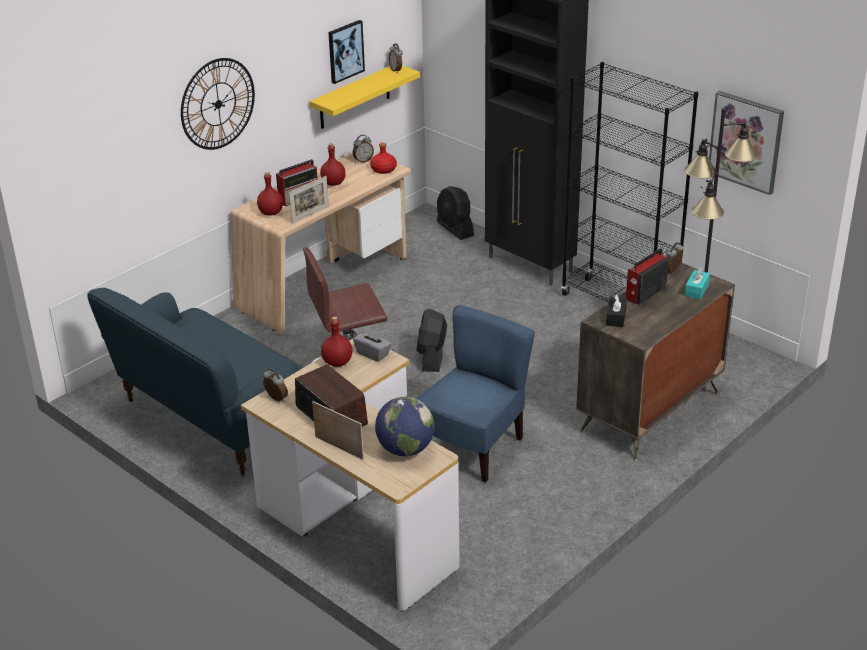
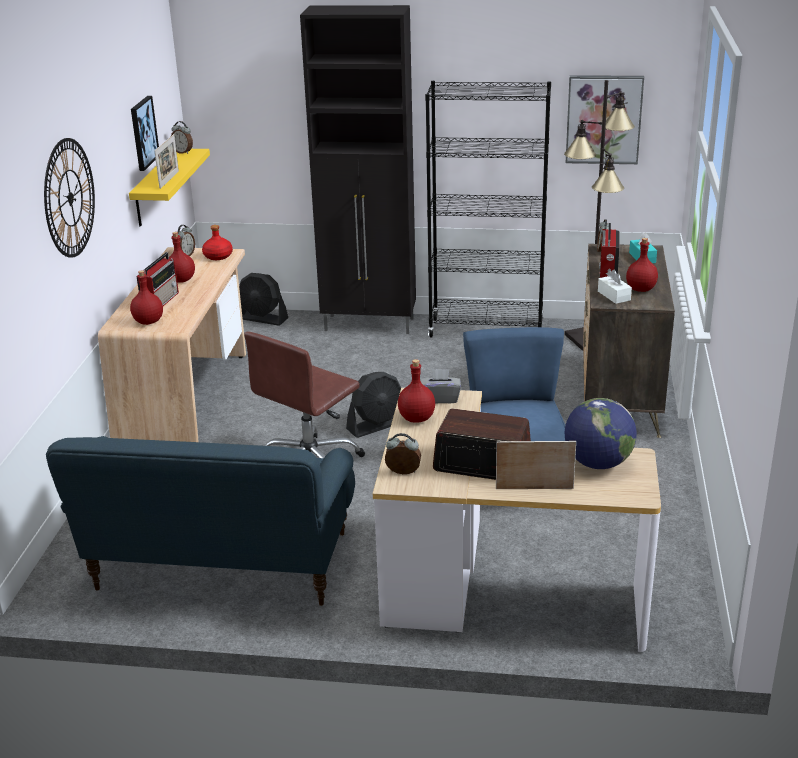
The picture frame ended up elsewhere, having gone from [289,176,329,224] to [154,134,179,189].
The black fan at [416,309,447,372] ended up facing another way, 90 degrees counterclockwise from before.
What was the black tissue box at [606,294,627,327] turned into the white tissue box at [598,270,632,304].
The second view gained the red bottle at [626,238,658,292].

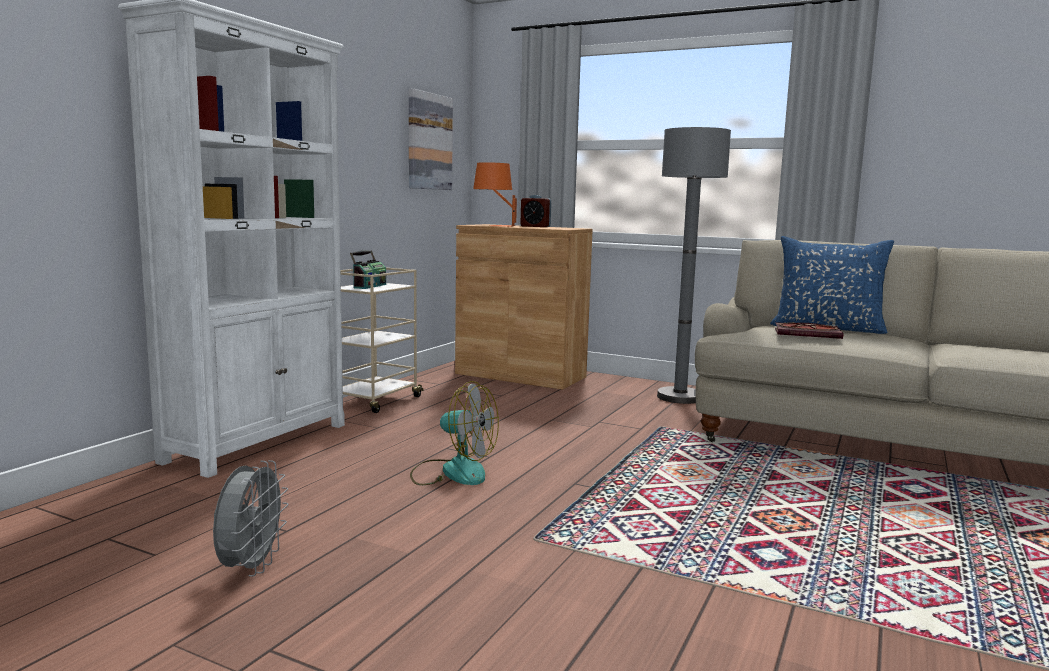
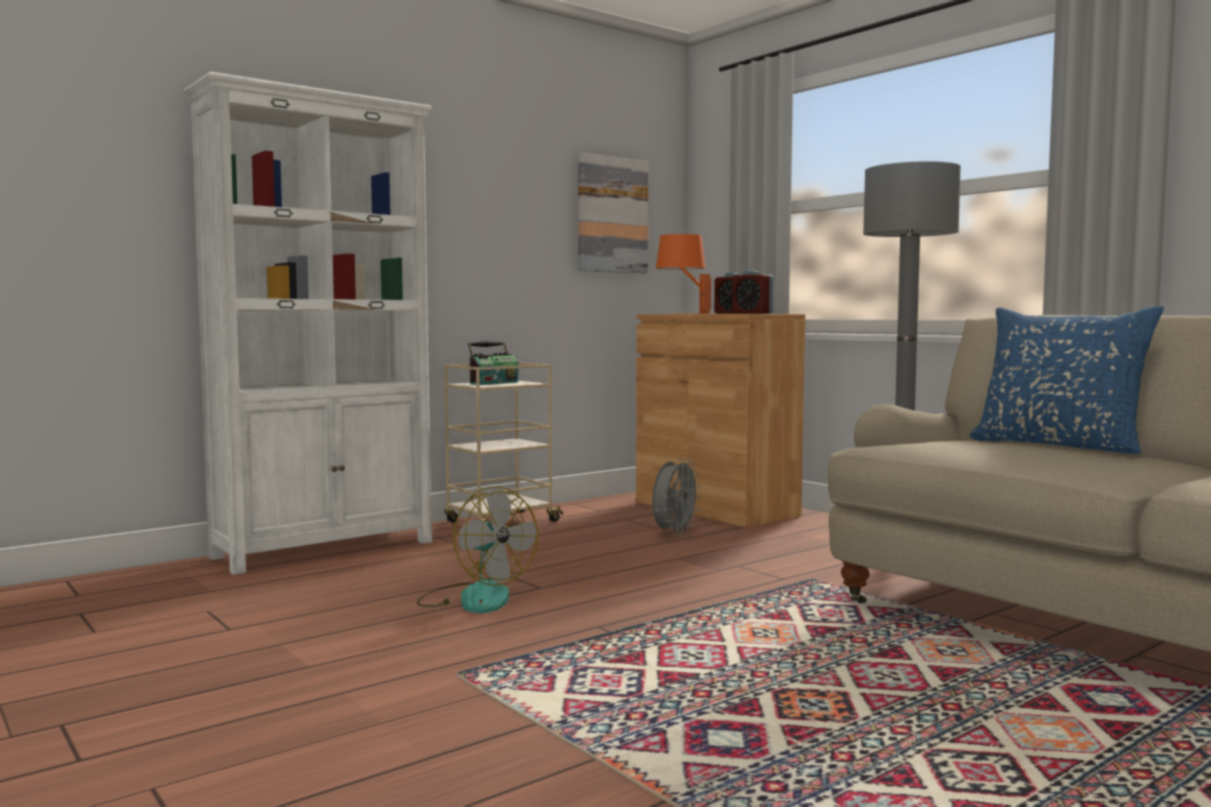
The grey fan ended up elsewhere, having gone from [213,460,289,577] to [652,458,701,536].
The second view gained the alarm clock at [732,270,773,314].
The second view lost the book at [775,322,843,339].

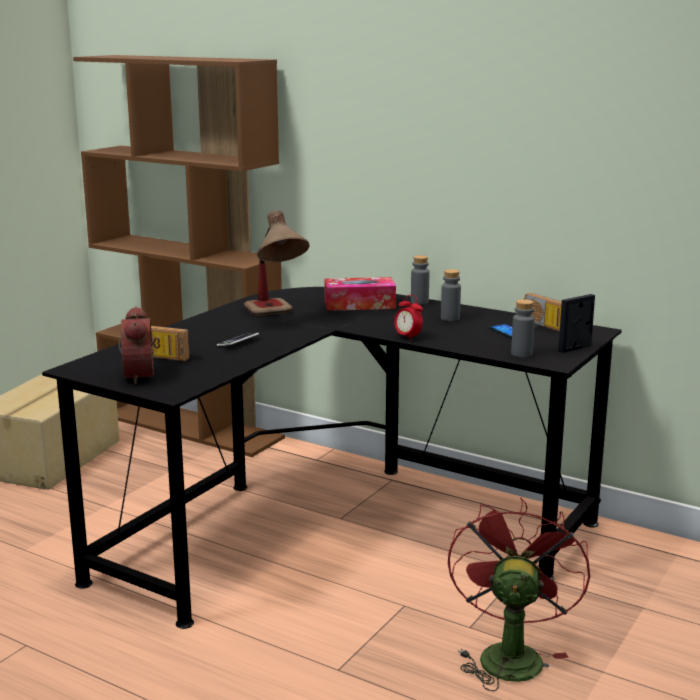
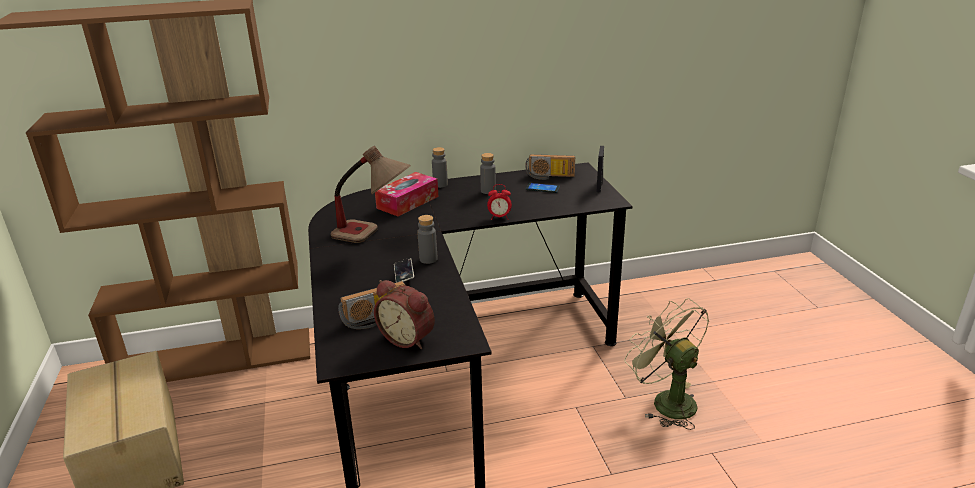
The grey bottle ended up elsewhere, having gone from [511,299,535,357] to [417,215,437,264].
What was the red fan at [448,498,590,691] turned into the green fan at [624,298,709,430].

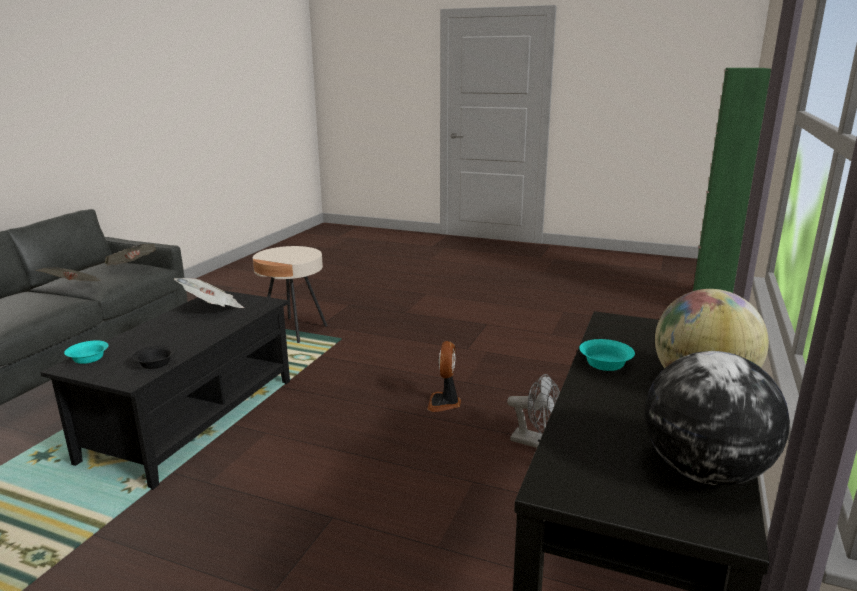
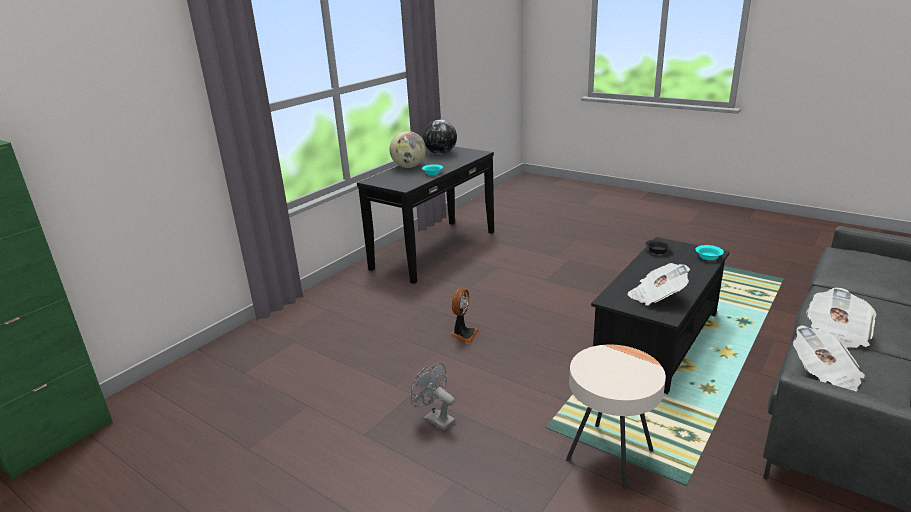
The grey fan ended up elsewhere, having gone from [507,374,560,448] to [411,363,455,431].

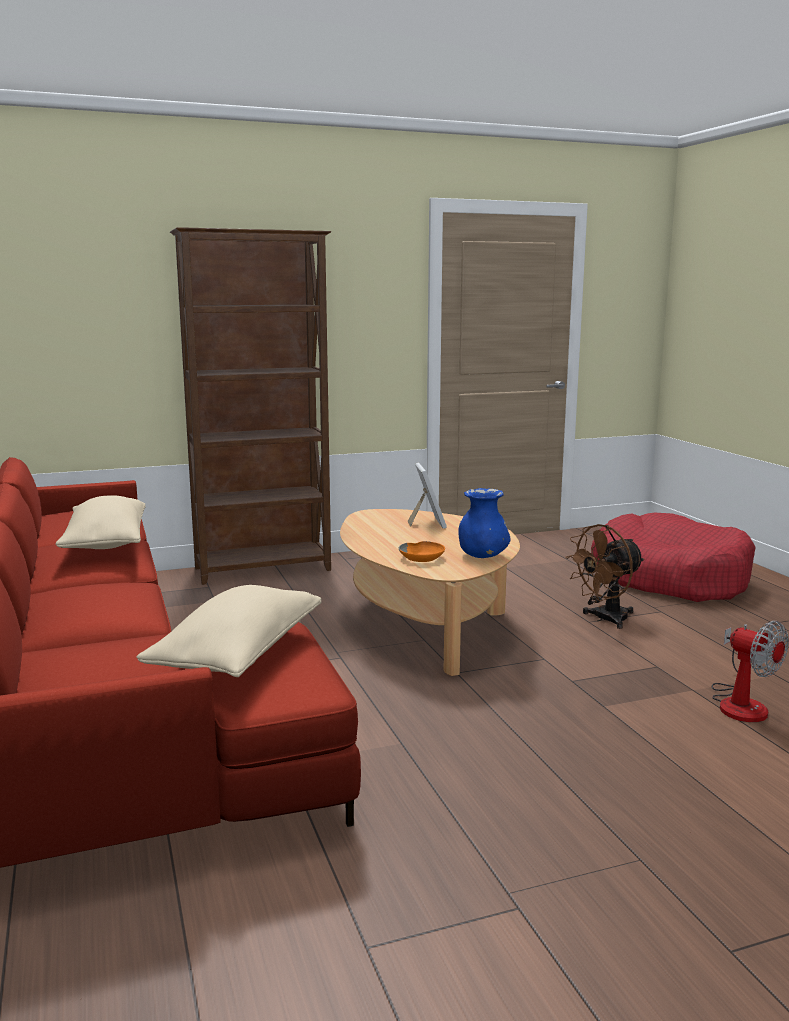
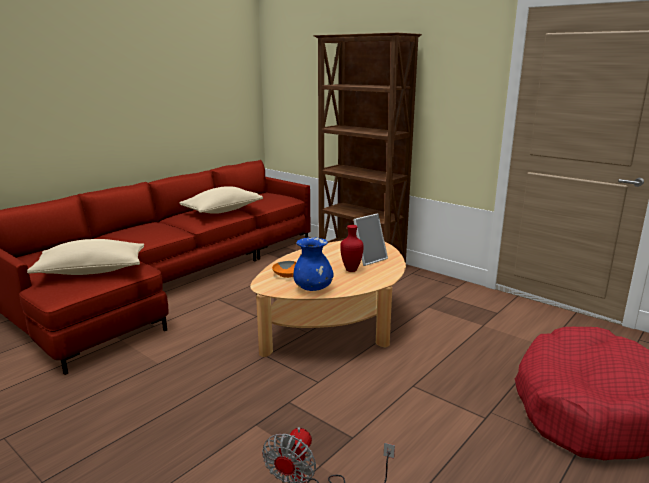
The second view gained the red vase at [340,225,364,272].
The second view lost the brown fan at [565,524,644,629].

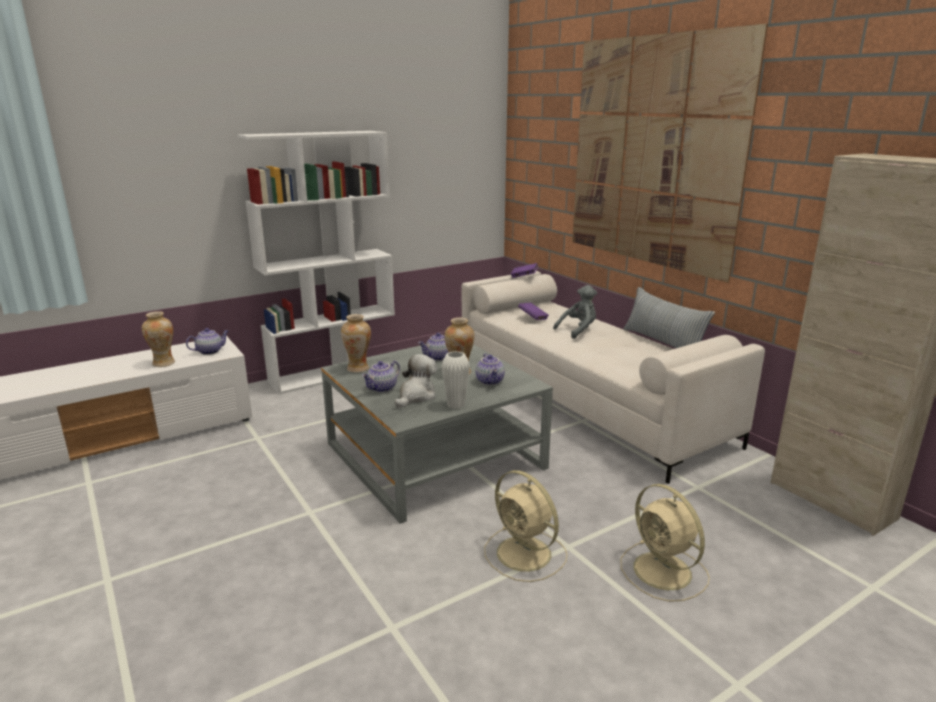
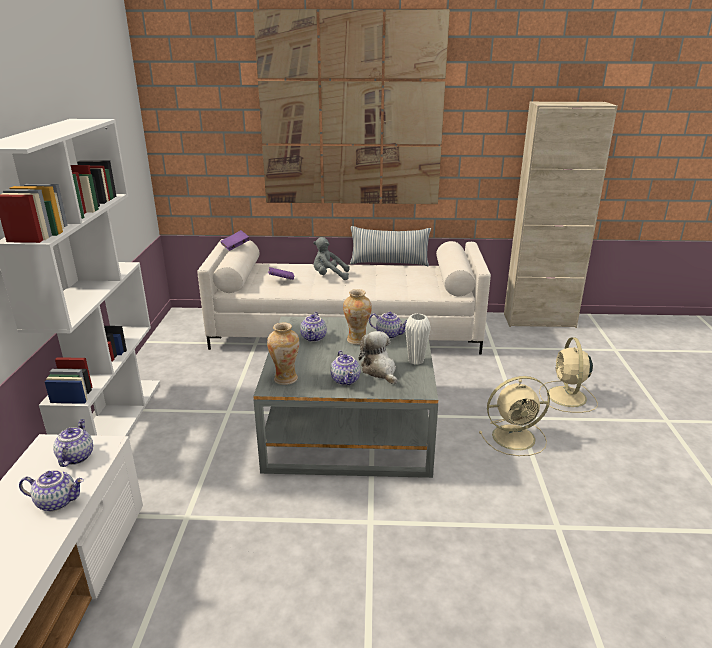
Where the vase stood at [142,311,175,367], the teapot came to stand at [19,470,84,511].
The grey plush toy at [553,285,597,339] ended up facing another way, 90 degrees counterclockwise from before.
The beige fan at [620,484,710,602] ended up facing another way, 90 degrees clockwise from before.

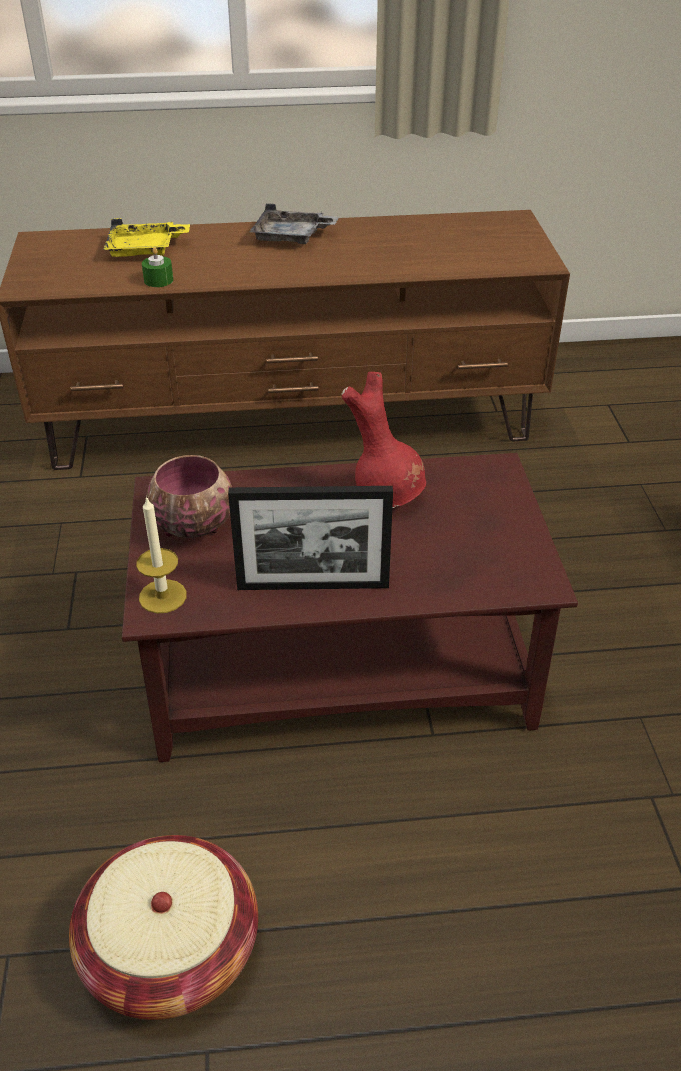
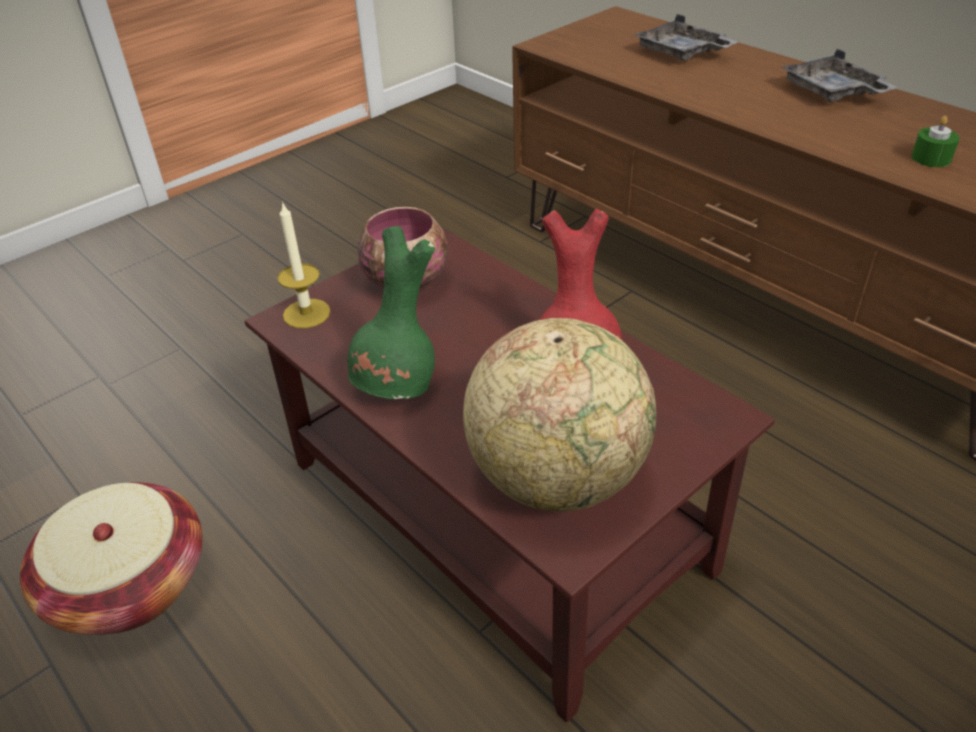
Where the picture frame stood at [228,486,393,590], the green vase came to stand at [347,226,435,399].
The second view gained the globe at [463,318,656,512].
What was the yellow tray at [103,218,190,257] turned into the grey tray at [634,14,738,61].
The green candle ended up elsewhere, having gone from [142,247,173,287] to [911,116,960,167].

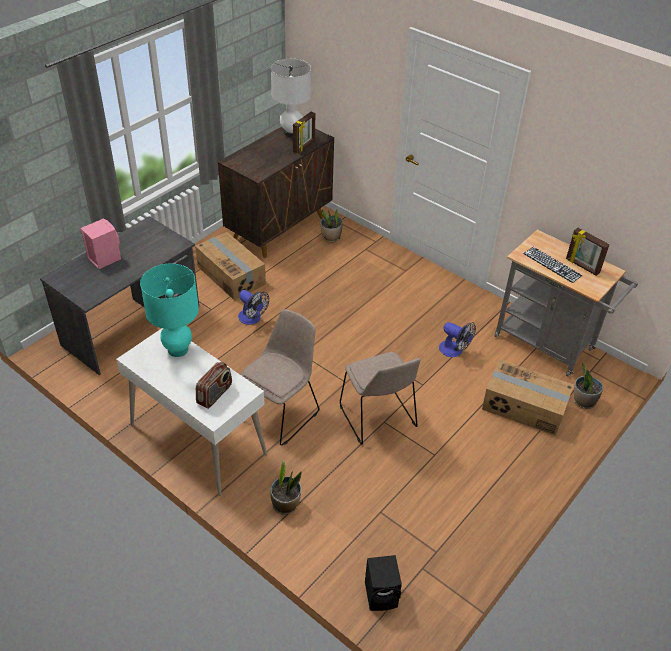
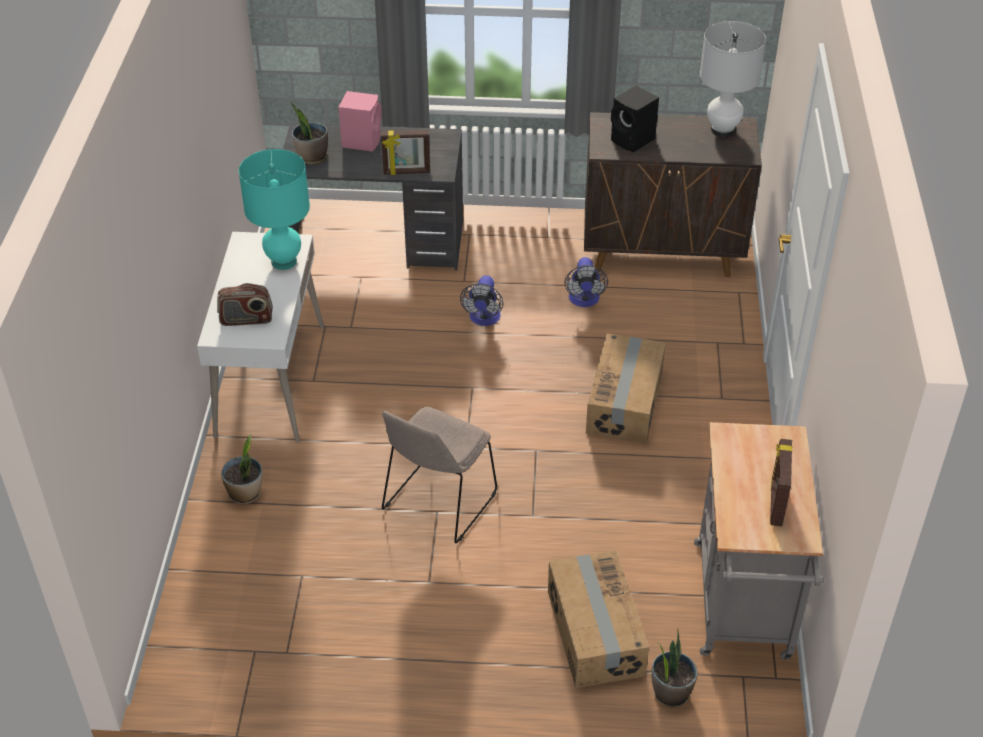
The potted plant ended up elsewhere, having gone from [321,209,343,242] to [291,102,328,165].
The picture frame ended up elsewhere, having gone from [293,112,315,154] to [381,129,430,175].
The fan ended up elsewhere, having gone from [439,322,476,357] to [564,257,608,307].
The cardboard box ended up elsewhere, having gone from [195,232,266,300] to [586,333,666,444].
The black speaker ended up elsewhere, having gone from [365,555,402,611] to [611,86,659,153].
The second view lost the beige chair at [240,309,320,445].
The second view lost the keyboard at [523,247,582,283].

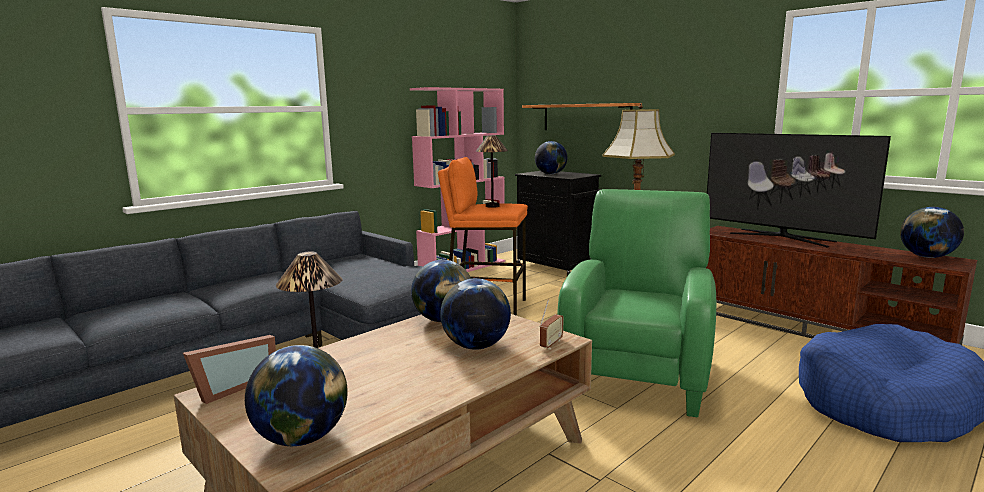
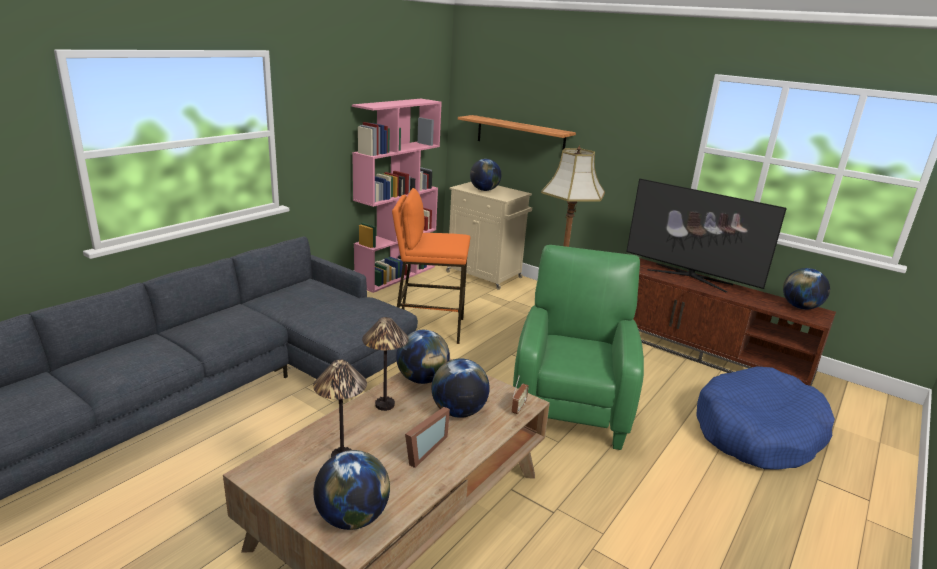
The table lamp ended up elsewhere, having gone from [476,136,508,208] to [362,317,409,411].
The picture frame ended up elsewhere, having gone from [183,335,276,404] to [405,407,450,468].
What was the black cabinet at [515,171,602,276] turned into the beige cabinet at [446,182,532,290].

